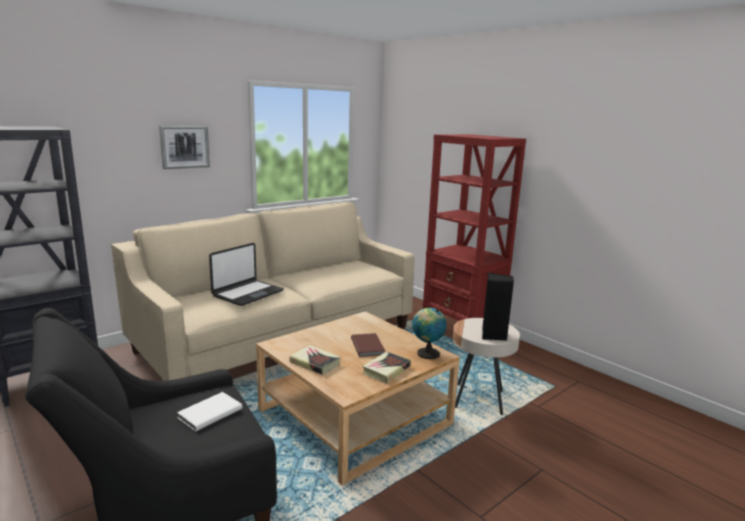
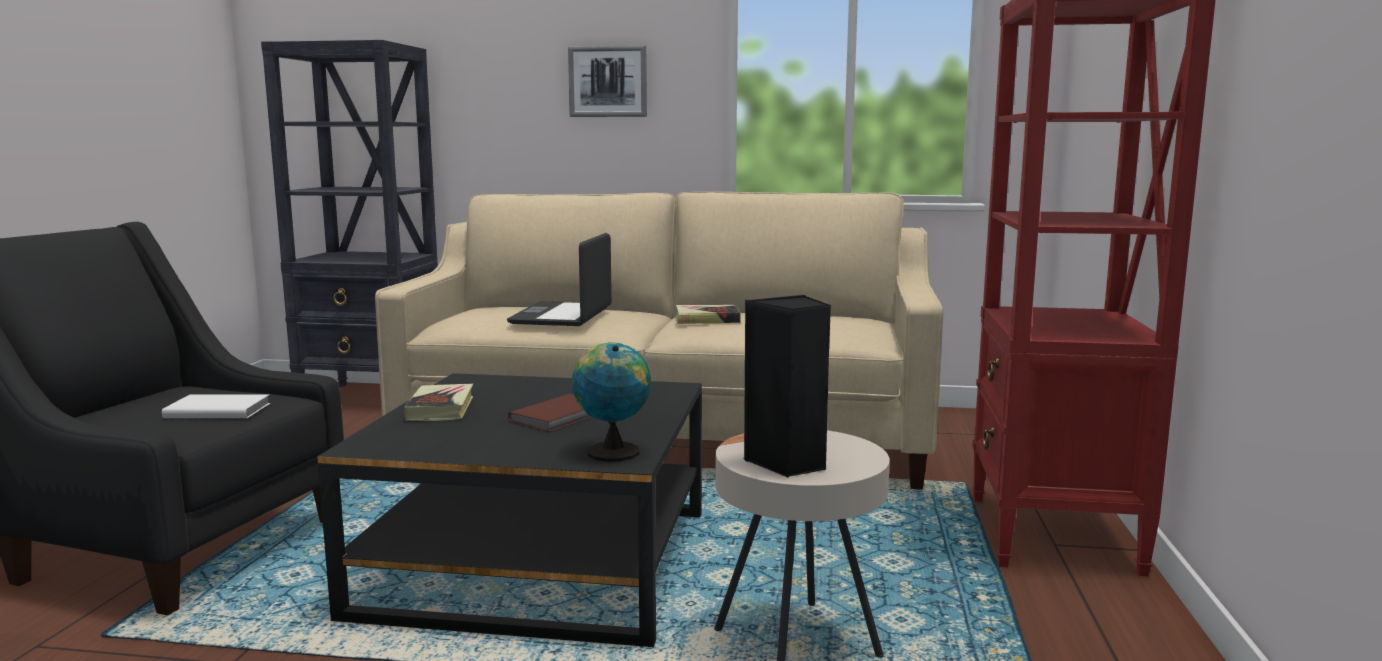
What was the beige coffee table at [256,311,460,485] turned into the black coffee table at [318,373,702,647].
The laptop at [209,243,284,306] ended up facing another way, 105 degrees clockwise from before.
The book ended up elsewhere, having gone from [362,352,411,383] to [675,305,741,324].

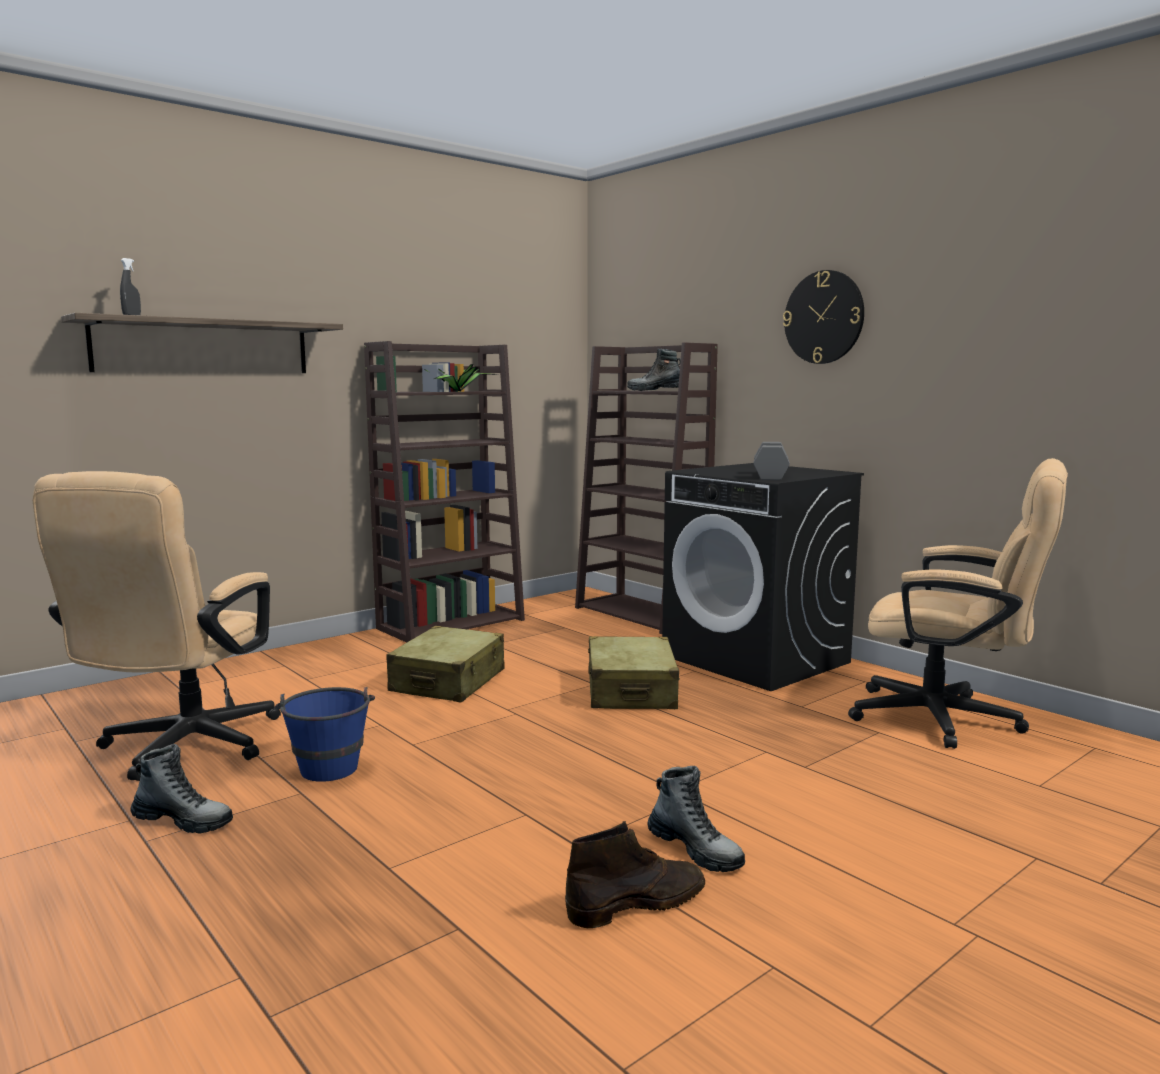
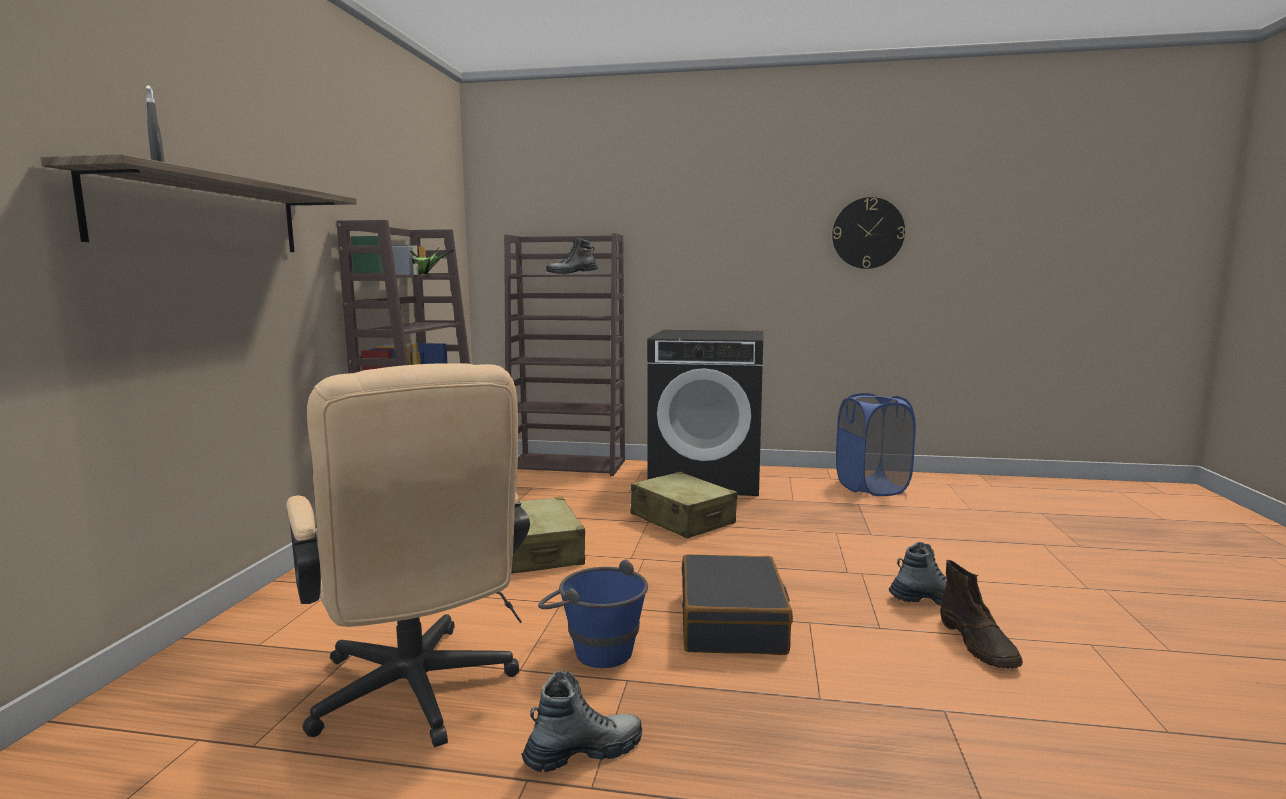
The second view gained the black suitcase at [682,554,793,655].
The wall clock ended up elsewhere, having gone from [783,270,864,364] to [832,197,905,269].
Where the beige office chair stood at [848,458,1068,749], the blue laundry basket came to stand at [836,393,916,496].
The brown boot at [565,821,705,928] ended up facing another way, 150 degrees clockwise from before.
The second view lost the grey dumbbell at [753,442,790,480].

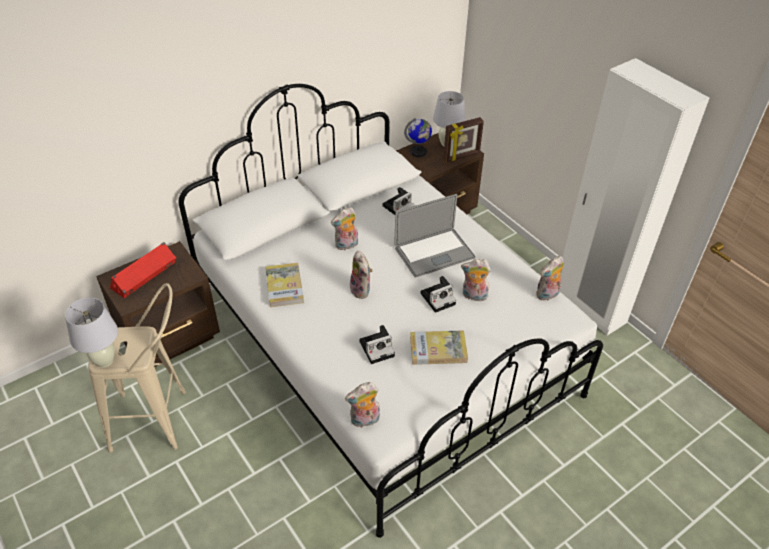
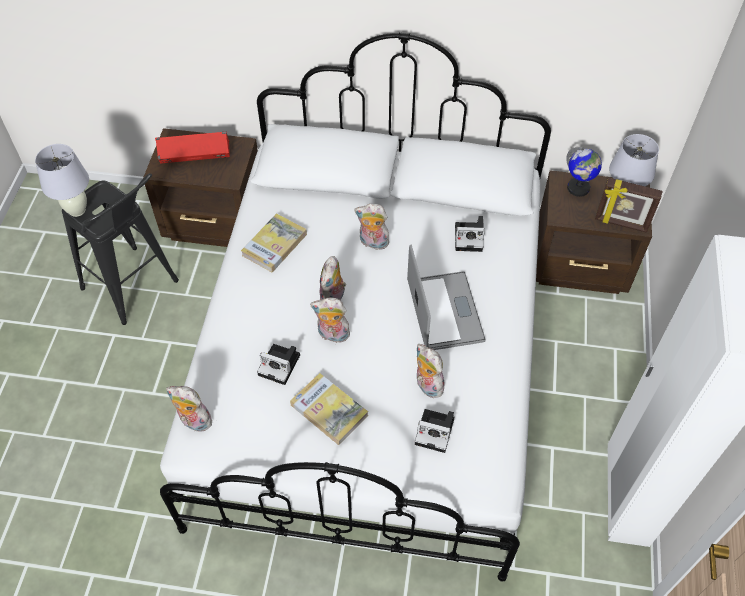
What was the beige stool at [88,283,186,453] turned into the black stool at [62,173,179,325].
The plush toy ended up elsewhere, having gone from [536,256,564,301] to [310,298,352,343].
The laptop at [394,194,476,278] ended up facing another way, 120 degrees counterclockwise from before.
The photo camera ended up elsewhere, having gone from [421,276,456,313] to [415,409,454,453].

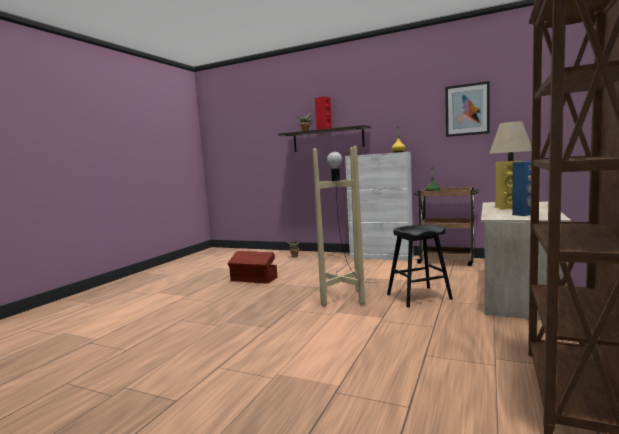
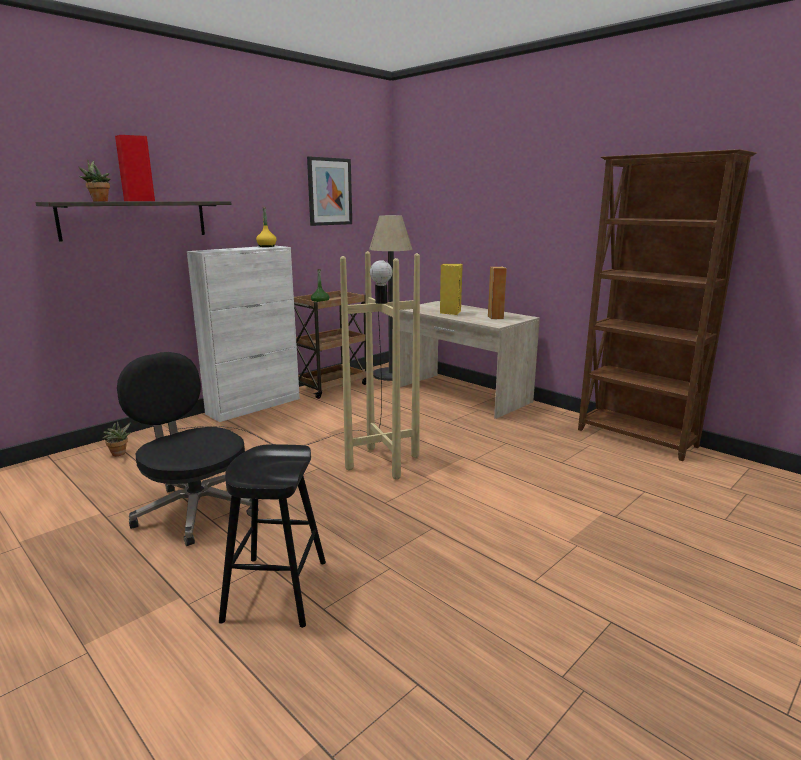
Where the brown storage box stood at [228,251,277,284], the black office chair came to stand at [117,352,259,546].
The black stool ended up elsewhere, having gone from [387,225,453,308] to [219,444,326,628].
What was the blue speaker at [512,161,531,216] turned into the brown speaker at [488,267,507,319].

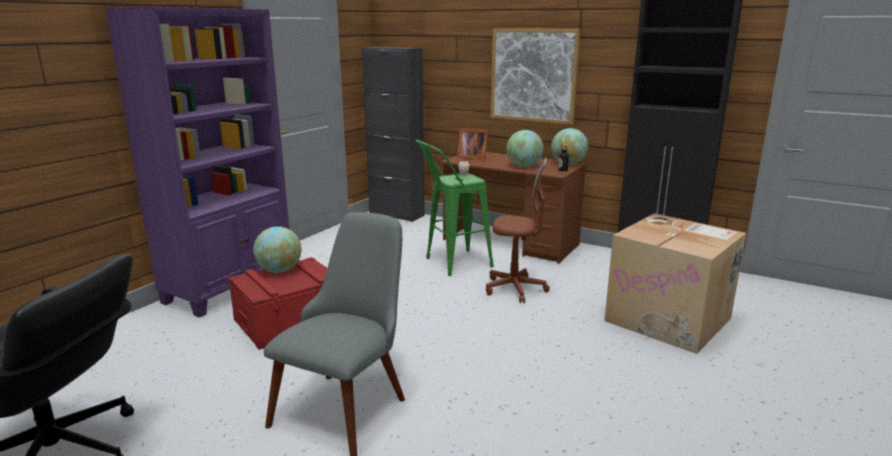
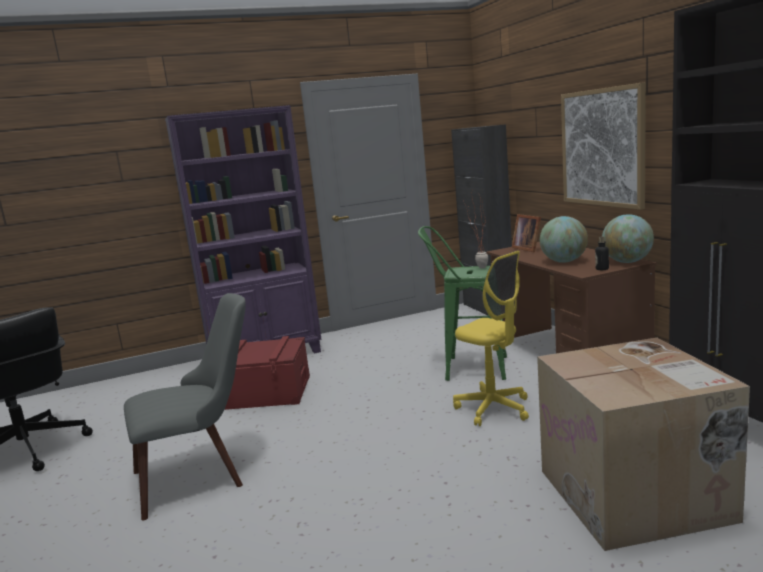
What was the brown office chair at [486,158,549,303] turned into the yellow office chair at [453,251,529,426].
The second view lost the globe at [253,226,302,273].

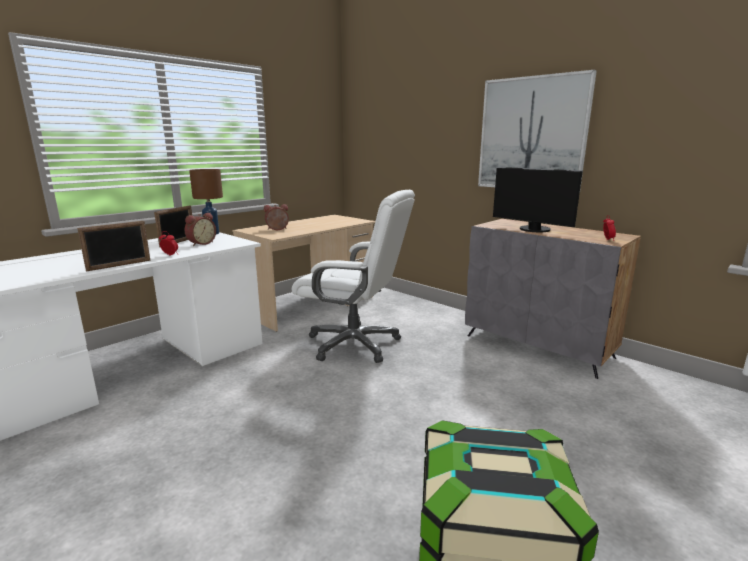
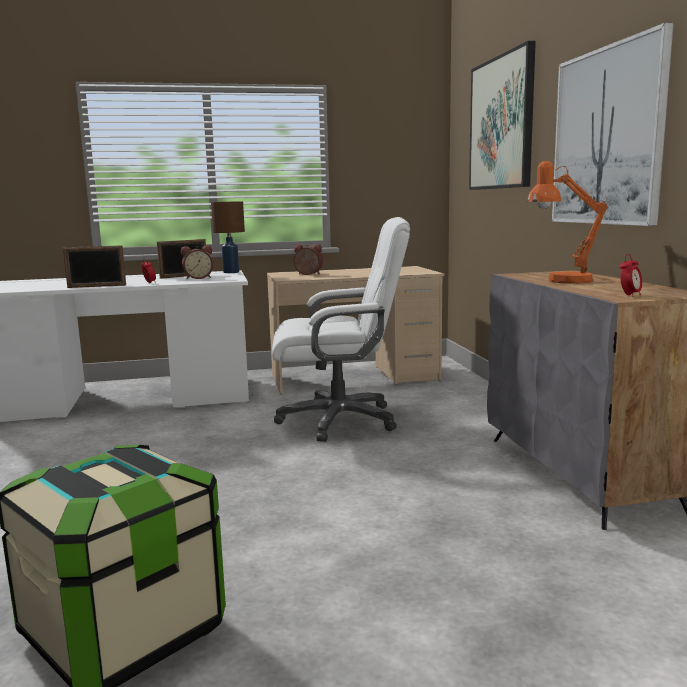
The white office chair at [292,190,415,363] ended up facing another way, 60 degrees counterclockwise from before.
The second view gained the picture at [469,41,536,190].
Where the monitor stood at [493,167,583,232], the orange table lamp came to stand at [527,161,608,284].

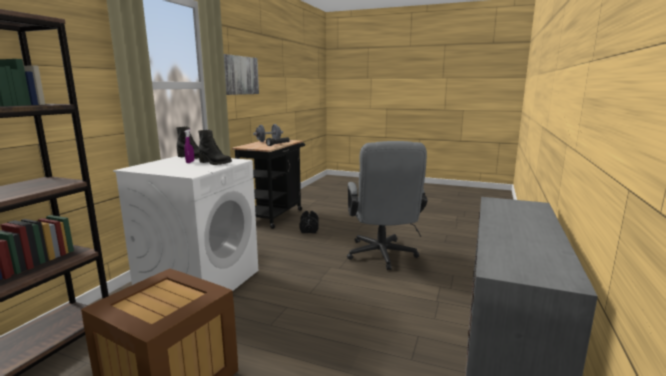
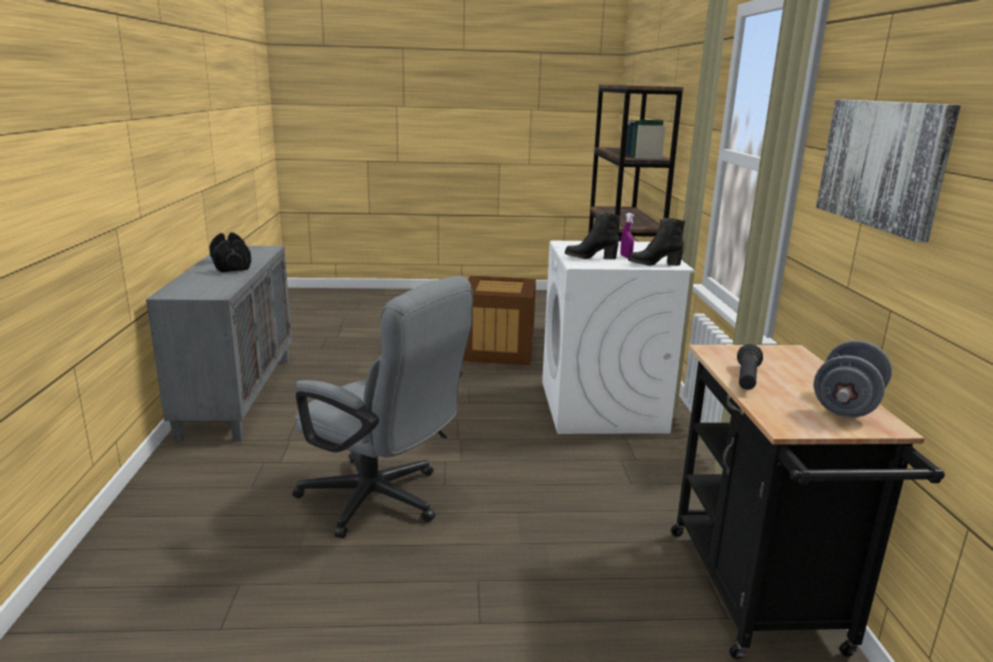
The black dumbbell ended up elsewhere, having gone from [300,211,319,233] to [209,232,251,272].
The grey office chair at [347,141,428,270] ended up facing another way, 150 degrees clockwise from before.

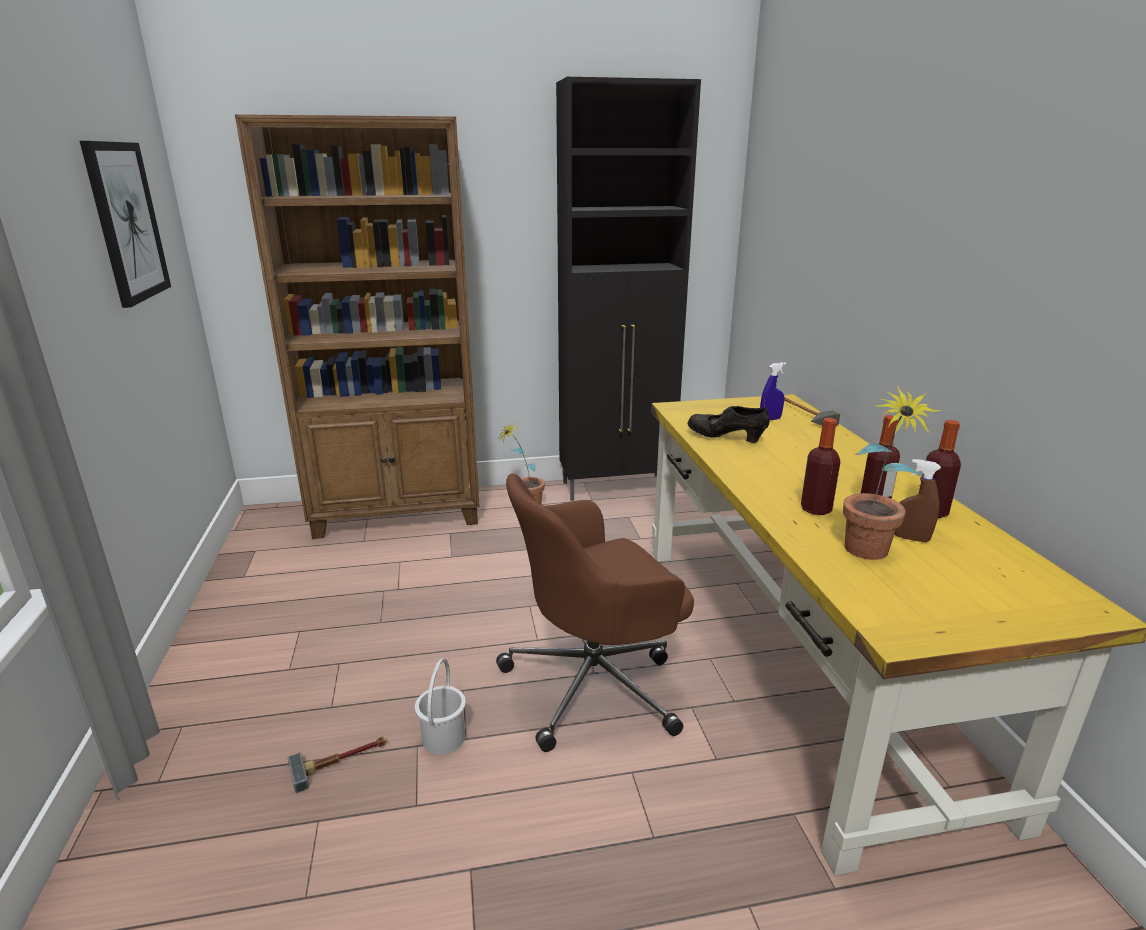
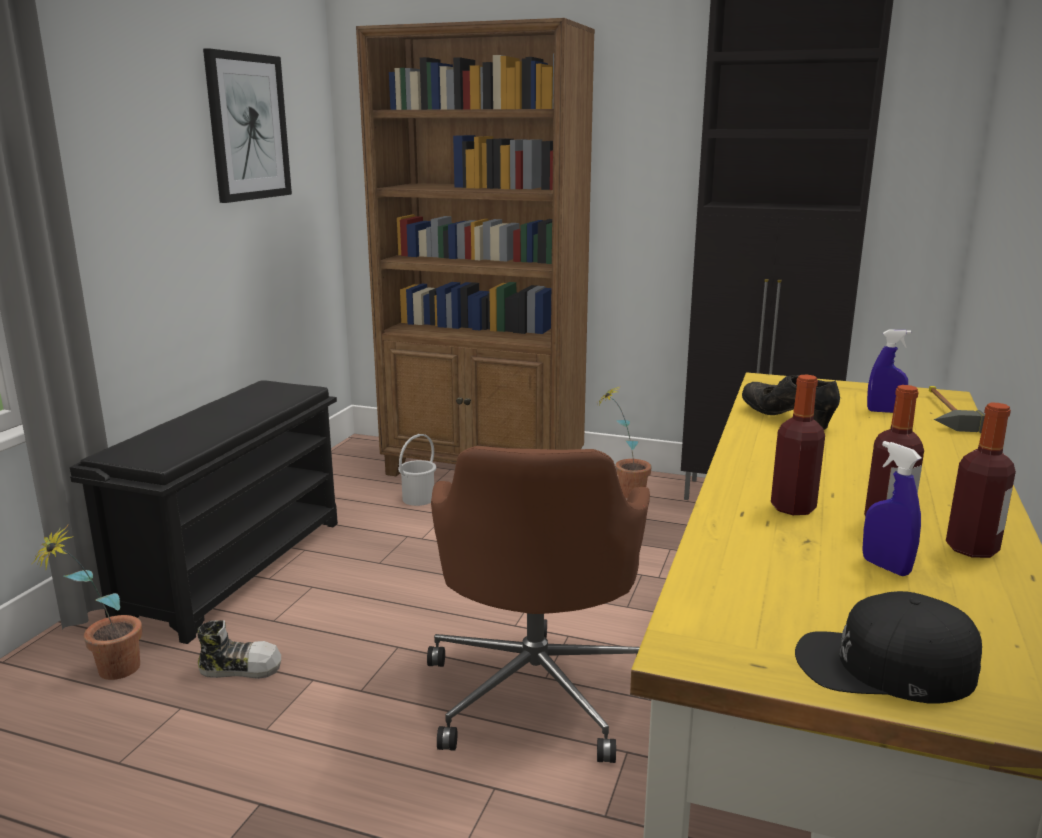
The potted plant ended up elsewhere, having gone from [843,386,941,560] to [33,524,142,680].
The second view gained the black shoe rack at [70,380,338,644].
Where the hammer stood at [288,737,387,793], the shoe came to stand at [198,620,281,679].
The white bucket ended up elsewhere, having gone from [415,658,466,755] to [398,434,436,506].
The brown office chair at [496,473,694,752] ended up facing another way, 90 degrees counterclockwise from before.
The second view gained the black cap at [795,591,982,703].
What was the brown spray bottle at [895,459,941,542] turned into the blue spray bottle at [862,441,922,576].

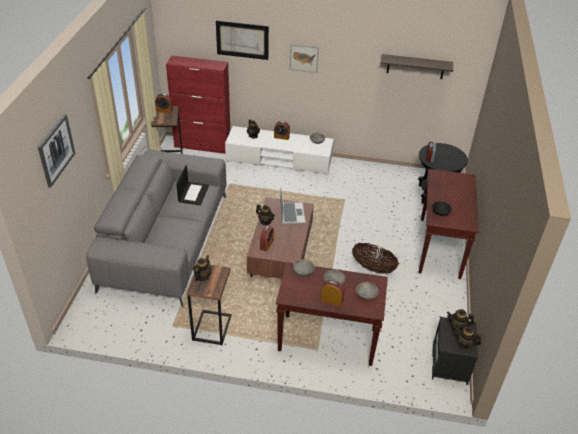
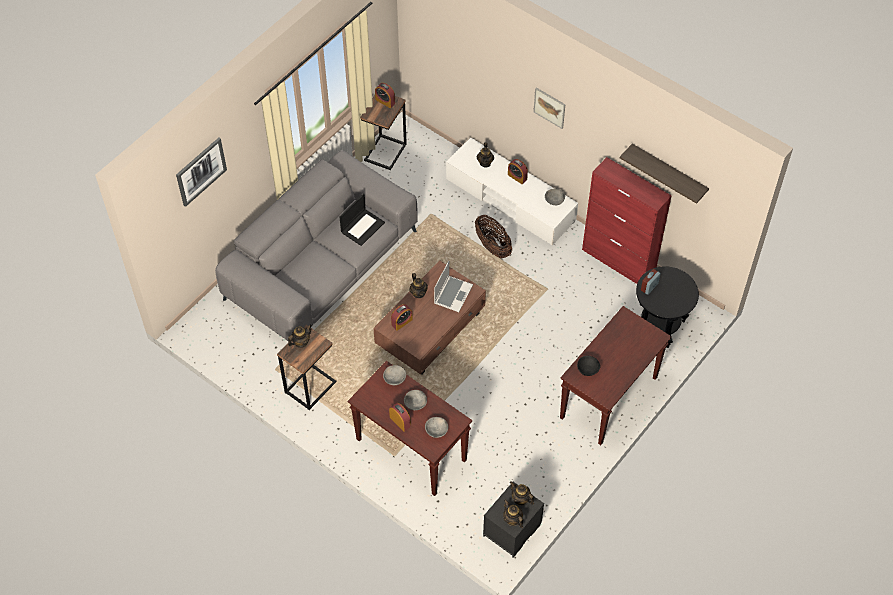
The basket ended up elsewhere, having gone from [352,243,399,274] to [475,215,512,259].
The red cabinet ended up elsewhere, having gone from [166,55,230,154] to [582,157,672,284].
The second view lost the picture at [216,21,269,60].

